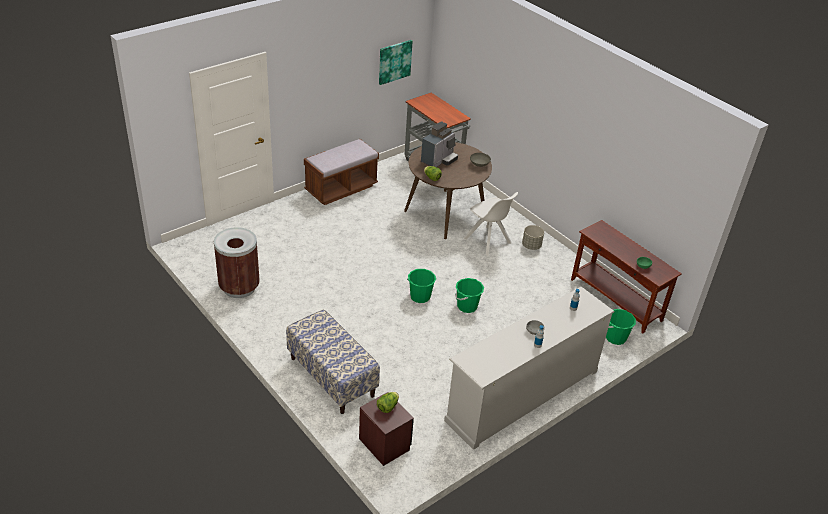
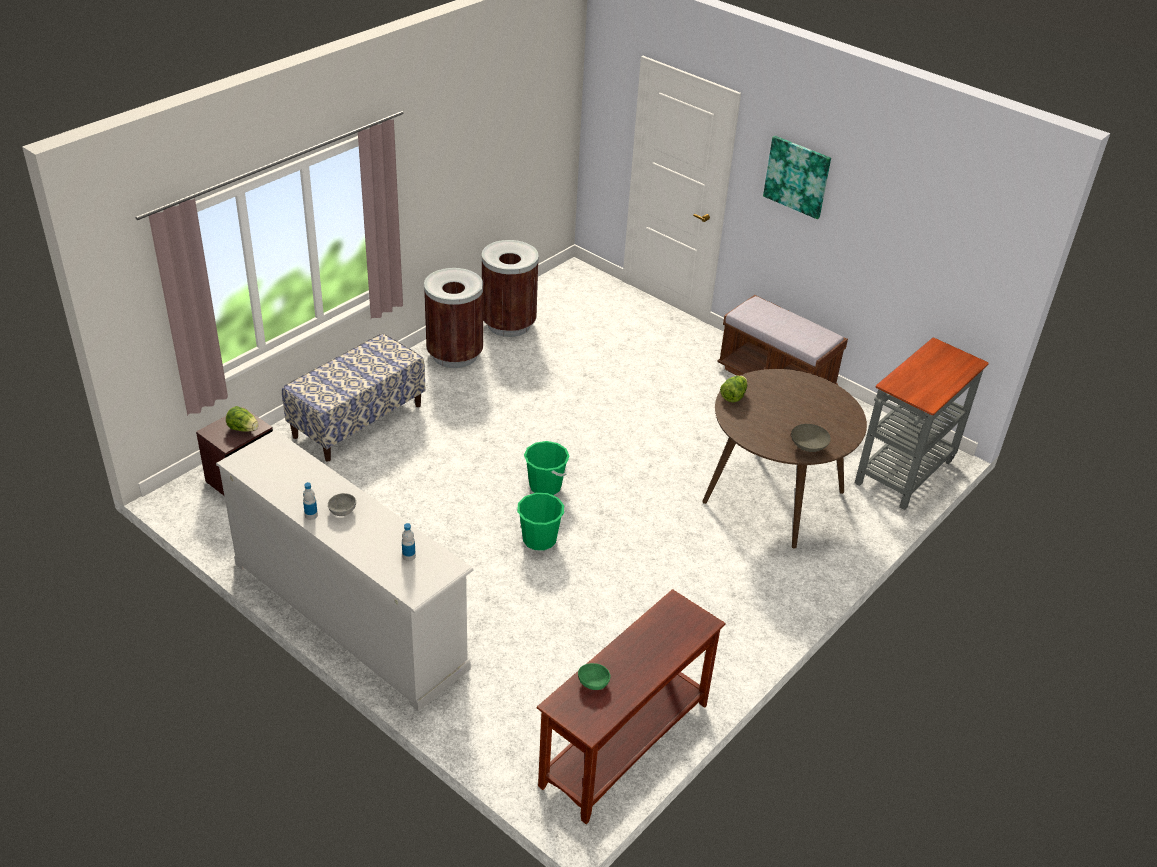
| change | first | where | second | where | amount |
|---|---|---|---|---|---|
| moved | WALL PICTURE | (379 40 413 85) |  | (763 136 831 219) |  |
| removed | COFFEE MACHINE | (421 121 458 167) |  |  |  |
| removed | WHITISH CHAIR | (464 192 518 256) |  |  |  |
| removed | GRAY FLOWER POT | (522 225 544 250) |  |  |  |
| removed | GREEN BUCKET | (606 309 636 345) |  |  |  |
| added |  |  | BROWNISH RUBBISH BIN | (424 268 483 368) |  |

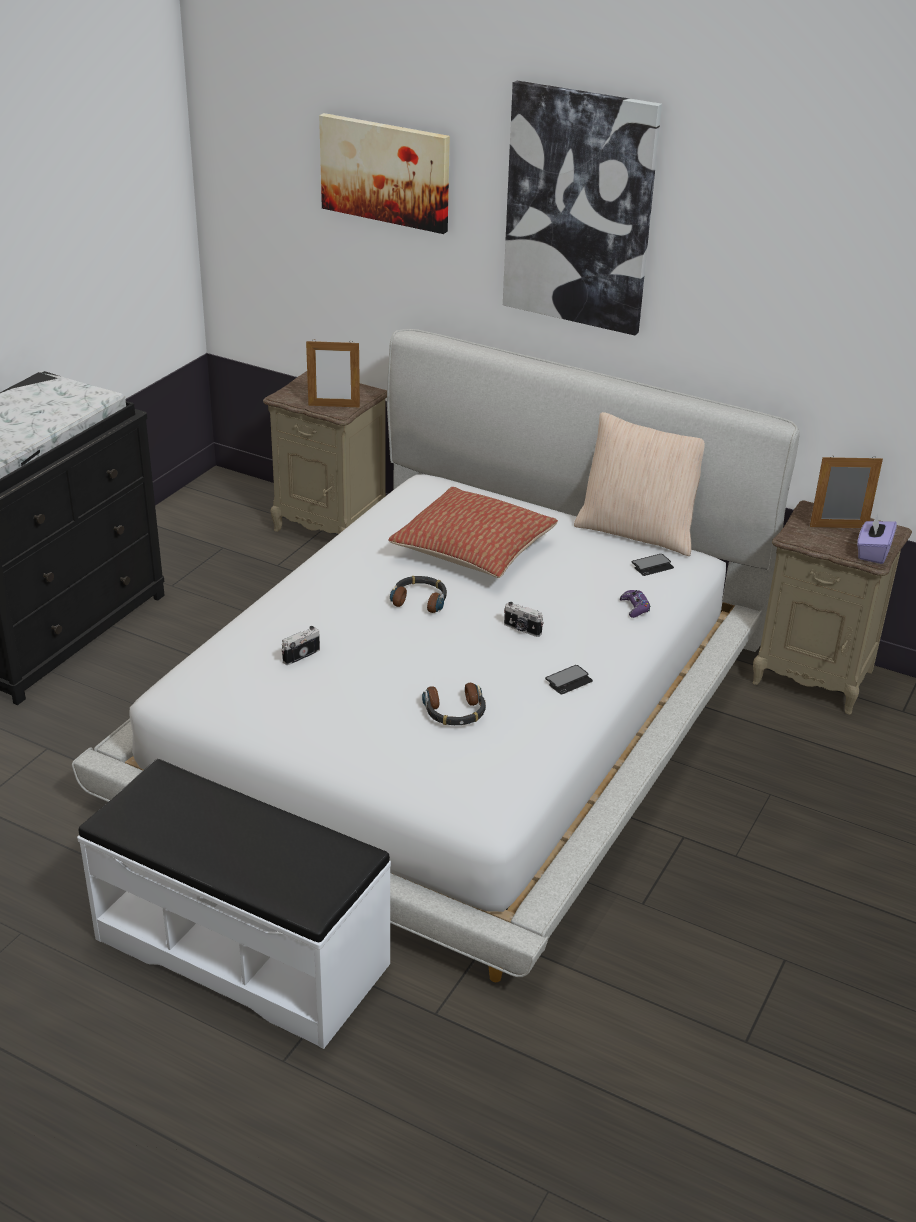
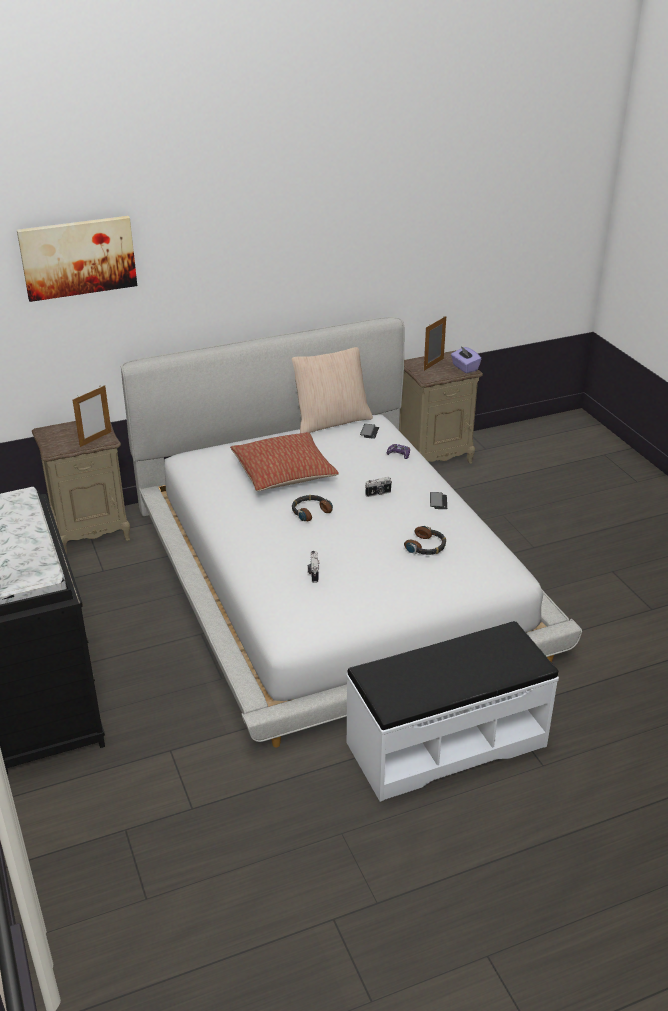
| change | first | where | second | where | amount |
|---|---|---|---|---|---|
| removed | WALL PICTURE | (503 81 662 335) |  |  |  |

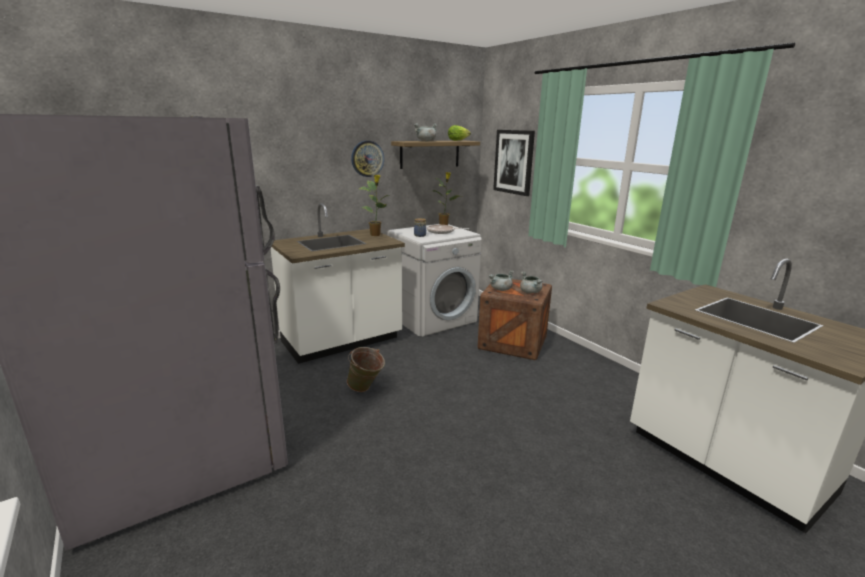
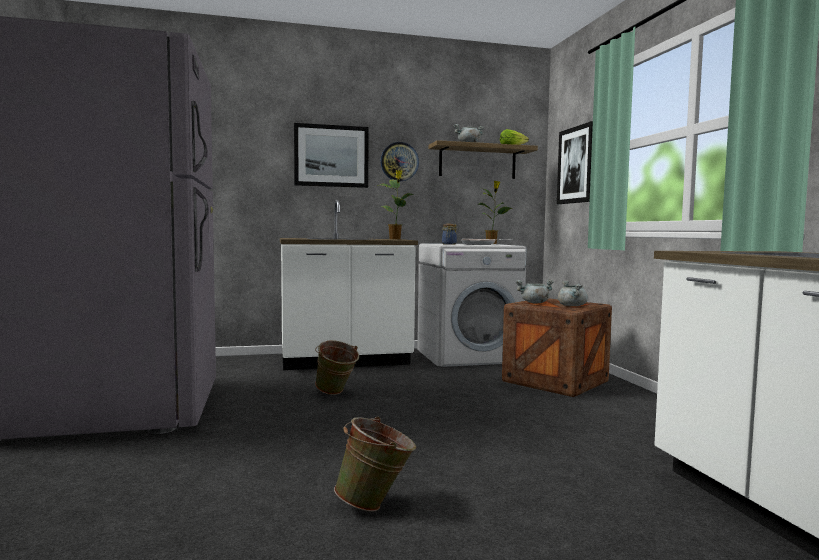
| change | first | where | second | where | amount |
|---|---|---|---|---|---|
| added |  |  | WALL PICTURE | (294 123 369 188) |  |
| added |  |  | GREEN BUCKET | (334 416 416 512) |  |

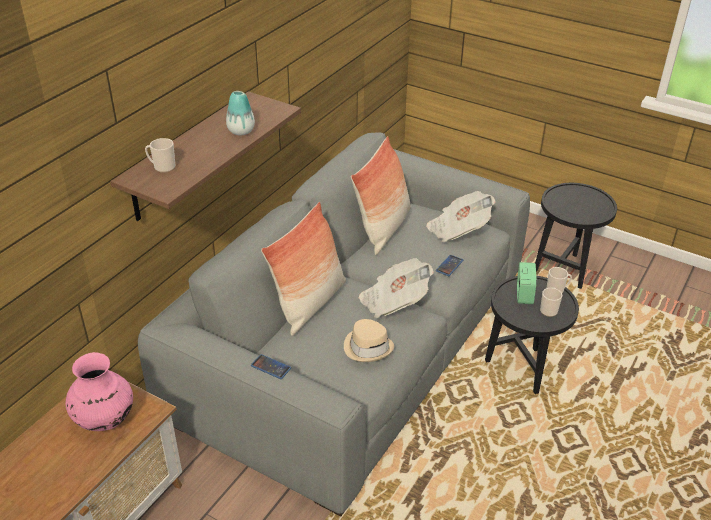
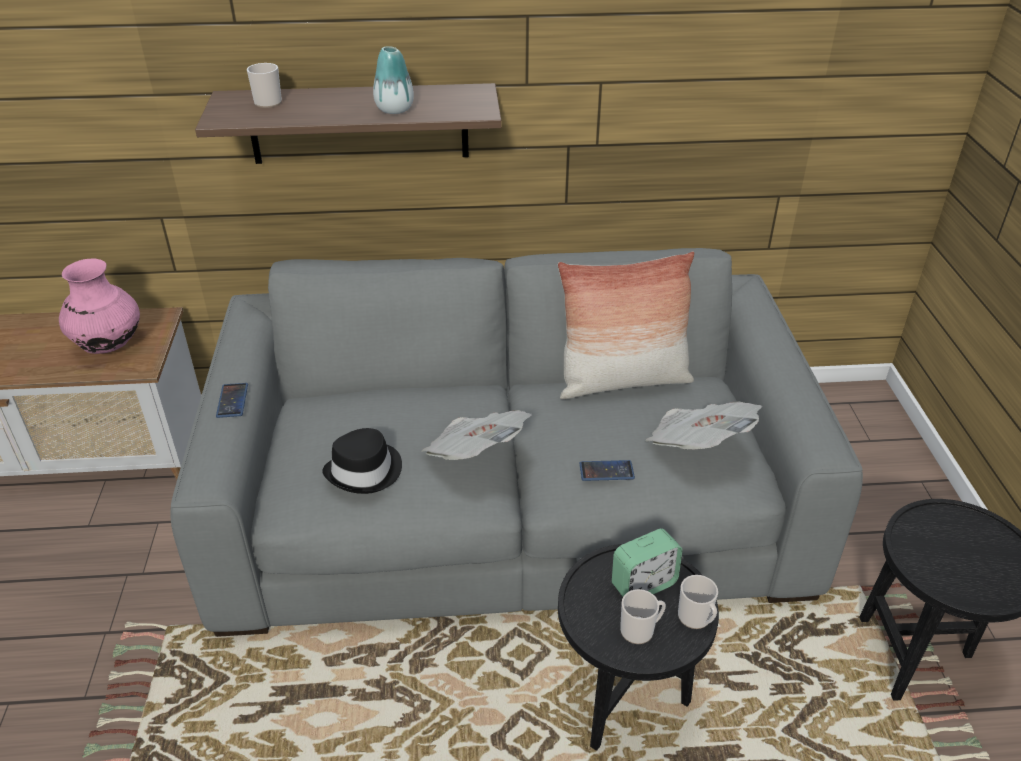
| change | first | where | second | where | amount |
|---|---|---|---|---|---|
| removed | PILLOW | (261 202 346 336) |  |  |  |
| recoloured | BEIGE-COLOURED HAT | (344 319 394 362) | BLACKISH HAT | (322 428 402 494) |  |

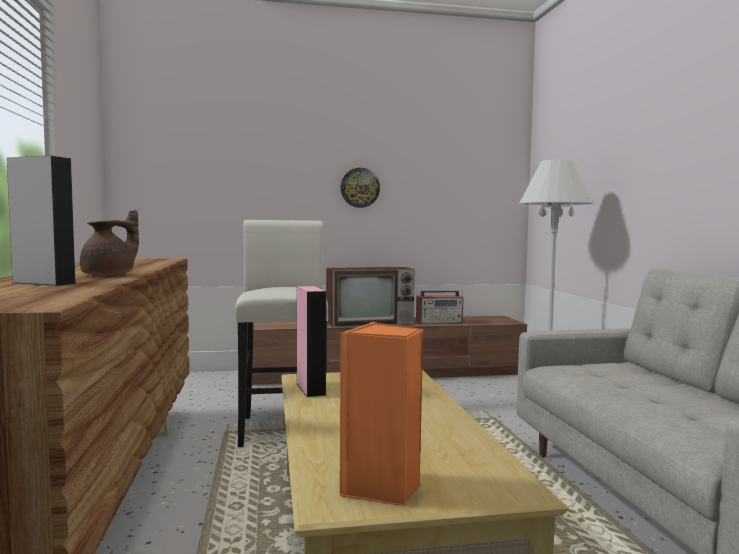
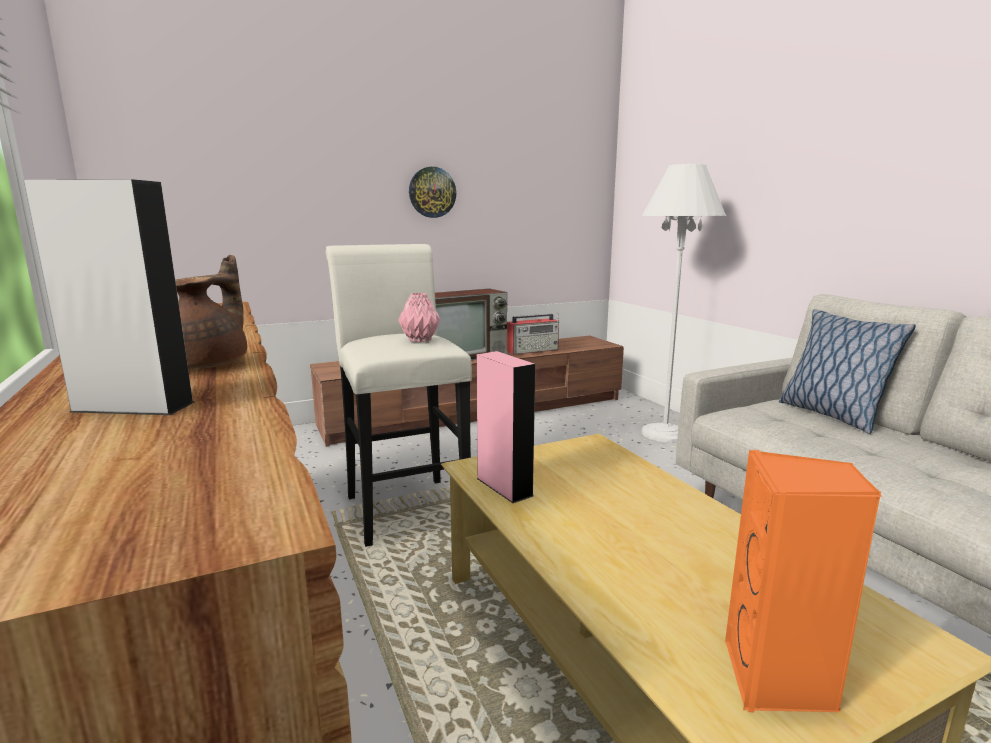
| change | first | where | second | where | amount |
|---|---|---|---|---|---|
| added |  |  | PINKISH VASE | (398 293 440 342) |  |
| added |  |  | PILLOW | (779 309 916 434) |  |

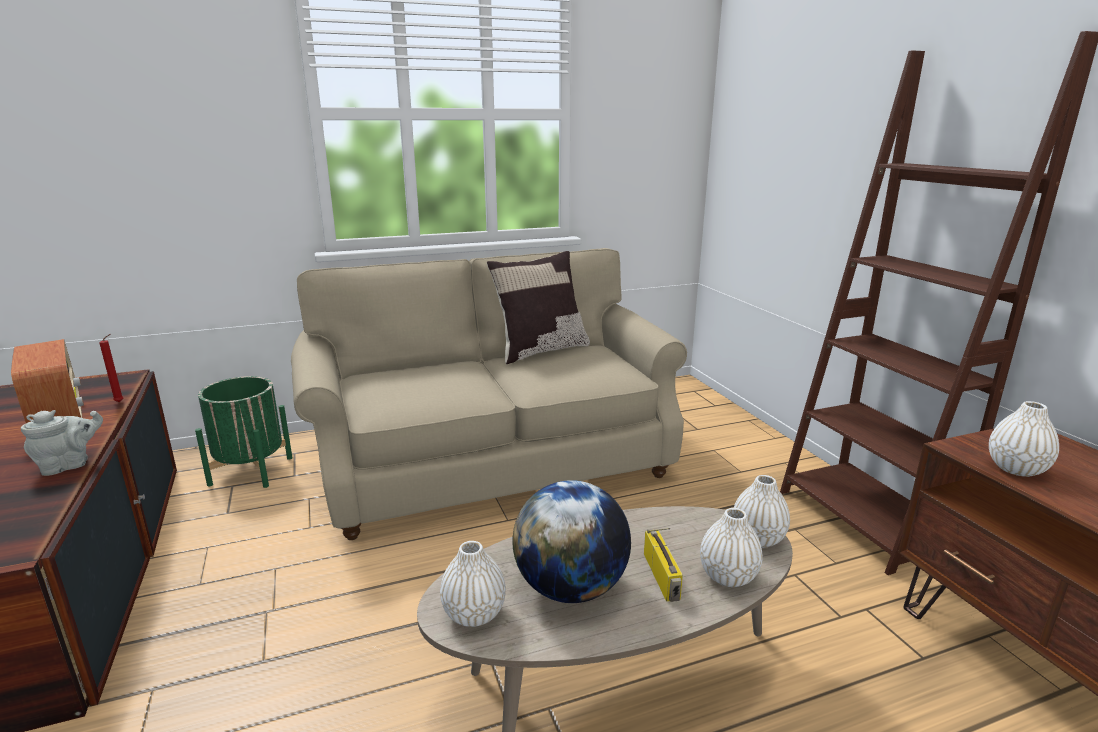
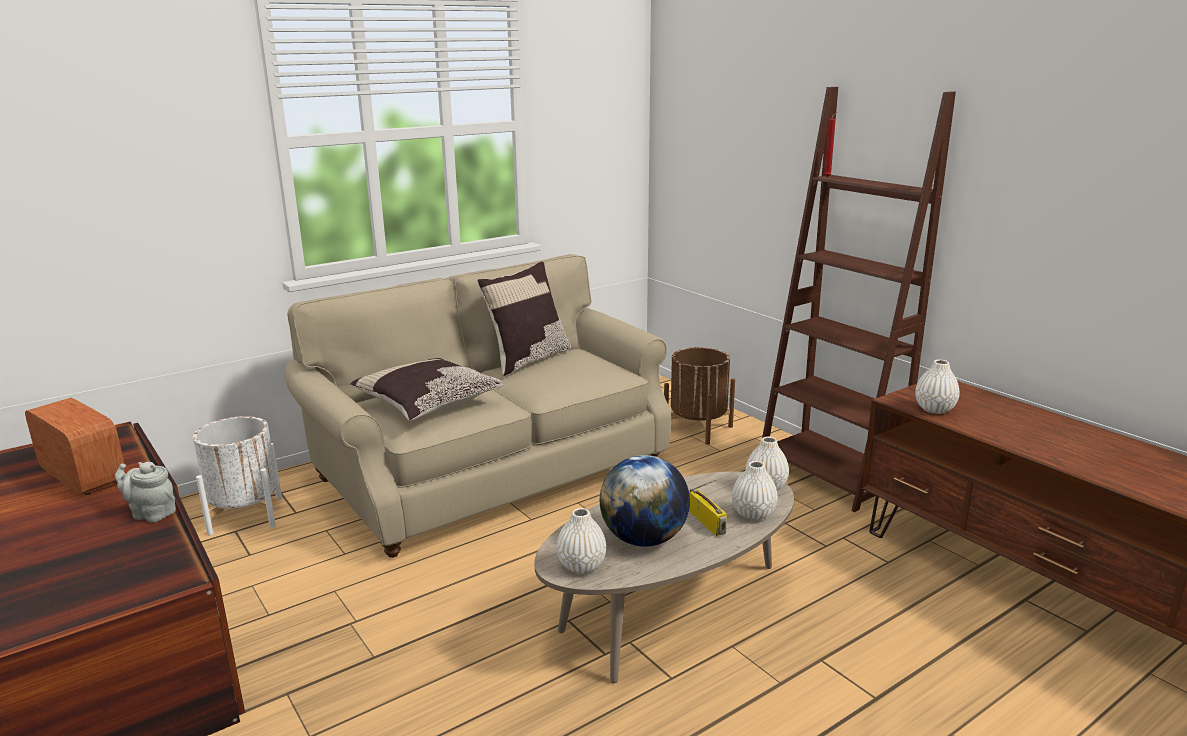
| change | first | where | second | where | amount |
|---|---|---|---|---|---|
| moved | RED-COLOURED WAX LIGHT | (99 334 124 402) |  | (824 112 837 177) |  |
| recoloured | GREEN FLOWER POT | (195 376 292 488) | WHITISH FLOWER POT | (193 416 282 535) |  |
| turned | GRAY TEAPOT | (21 410 103 476) |  | (115 462 176 523) | 105 degrees counterclockwise |
| added |  |  | BROWNISH FLOWER POT | (664 347 735 445) |  |
| added |  |  | PILLOW | (350 358 504 421) |  |

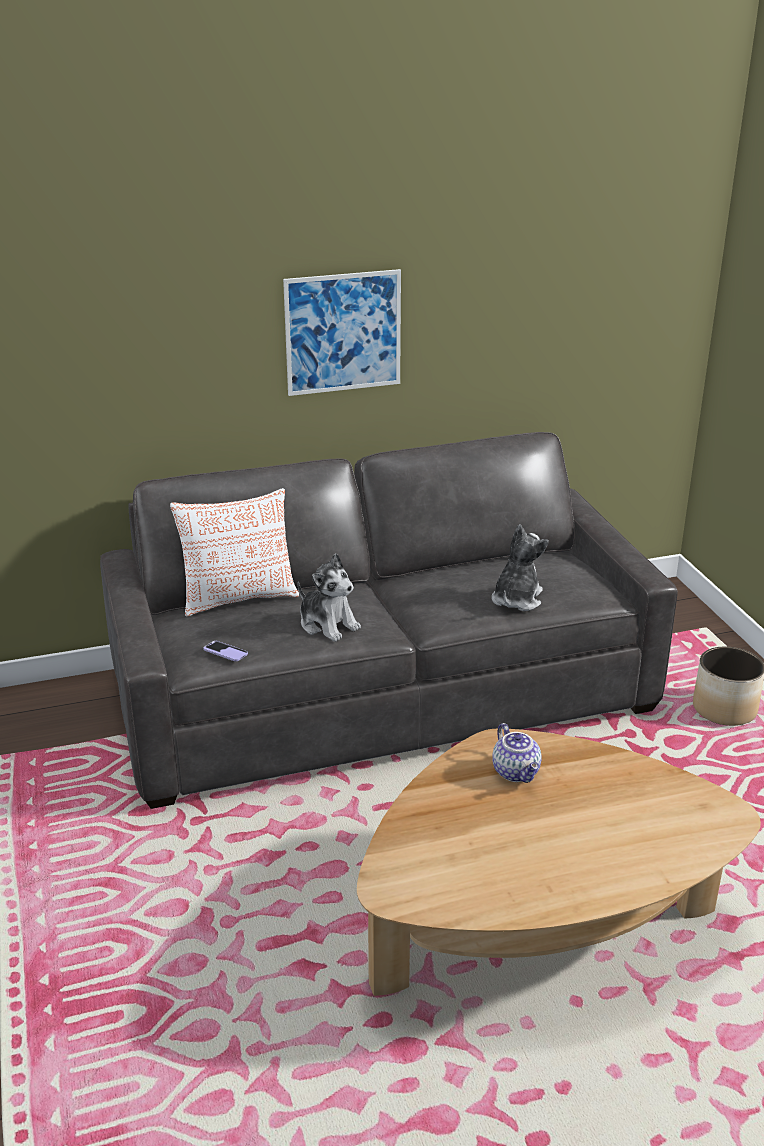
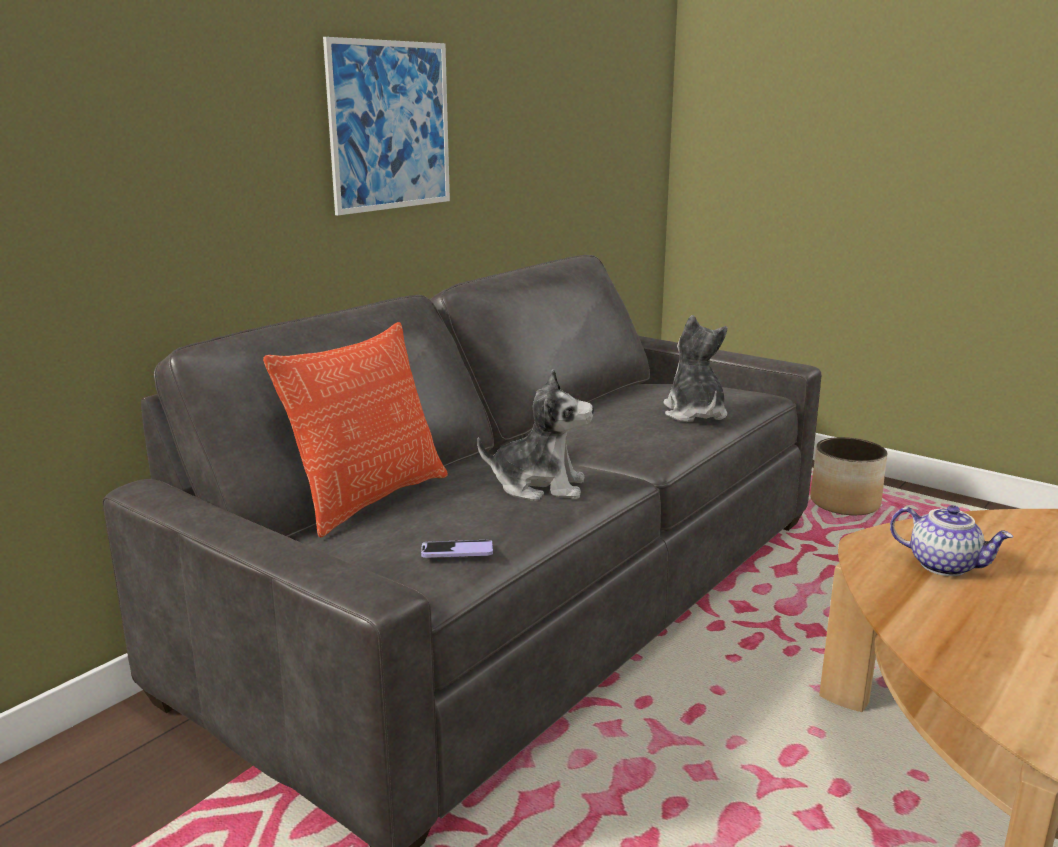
| change | first | where | second | where | amount |
|---|---|---|---|---|---|
| recoloured | WHITISH PILLOW | (170 488 299 617) | ORANGEY PILLOW | (263 322 448 538) |  |

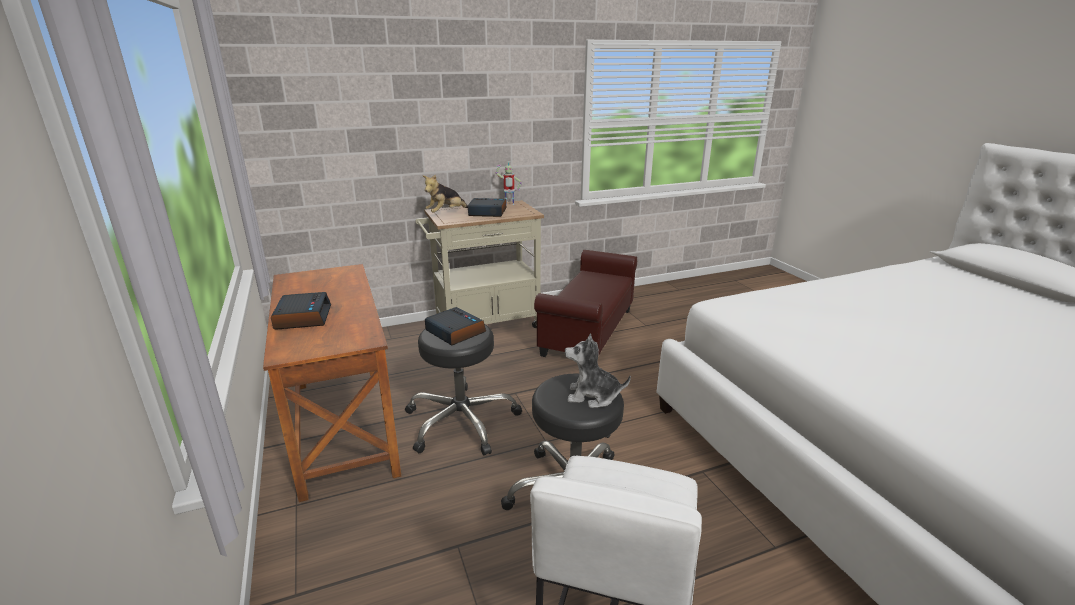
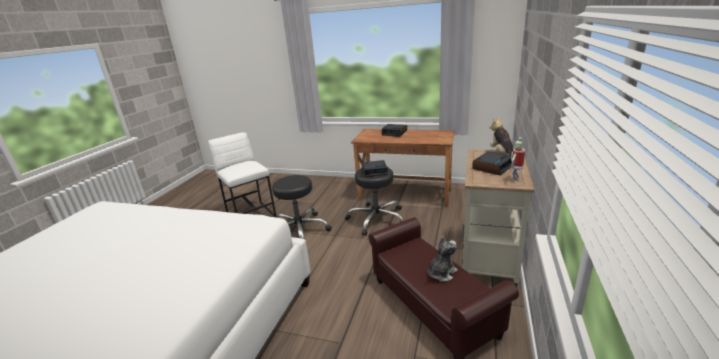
| change | first | where | second | where | amount |
|---|---|---|---|---|---|
| moved | PLUSH TOY | (565 334 631 408) |  | (428 236 458 282) |  |

